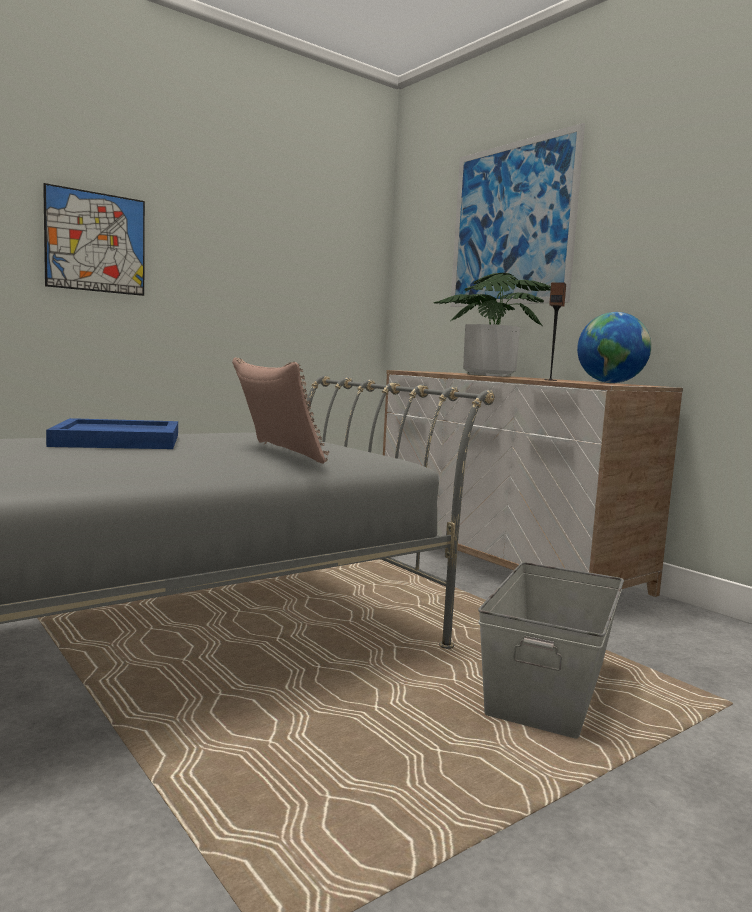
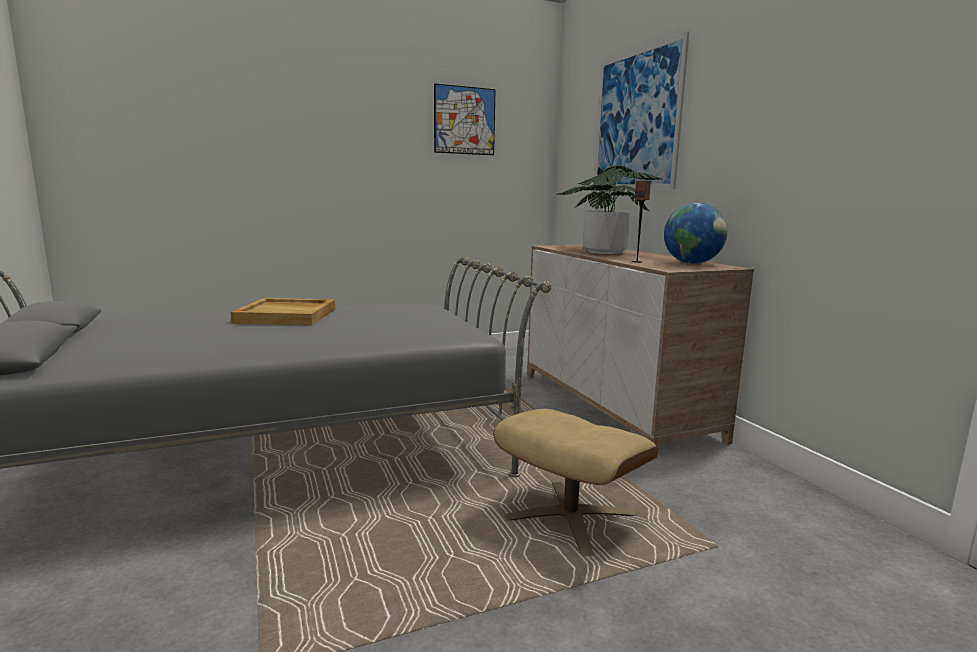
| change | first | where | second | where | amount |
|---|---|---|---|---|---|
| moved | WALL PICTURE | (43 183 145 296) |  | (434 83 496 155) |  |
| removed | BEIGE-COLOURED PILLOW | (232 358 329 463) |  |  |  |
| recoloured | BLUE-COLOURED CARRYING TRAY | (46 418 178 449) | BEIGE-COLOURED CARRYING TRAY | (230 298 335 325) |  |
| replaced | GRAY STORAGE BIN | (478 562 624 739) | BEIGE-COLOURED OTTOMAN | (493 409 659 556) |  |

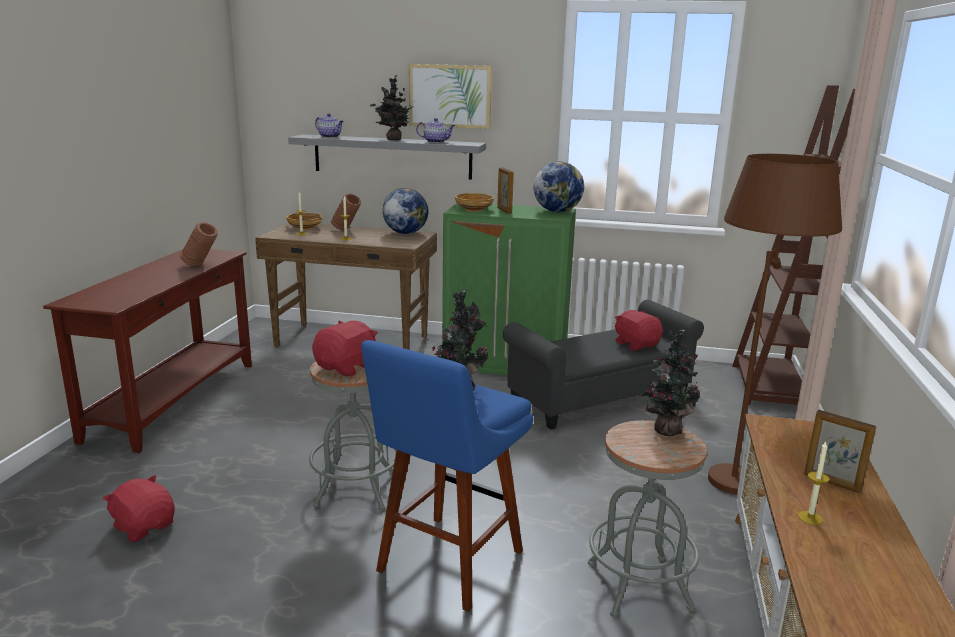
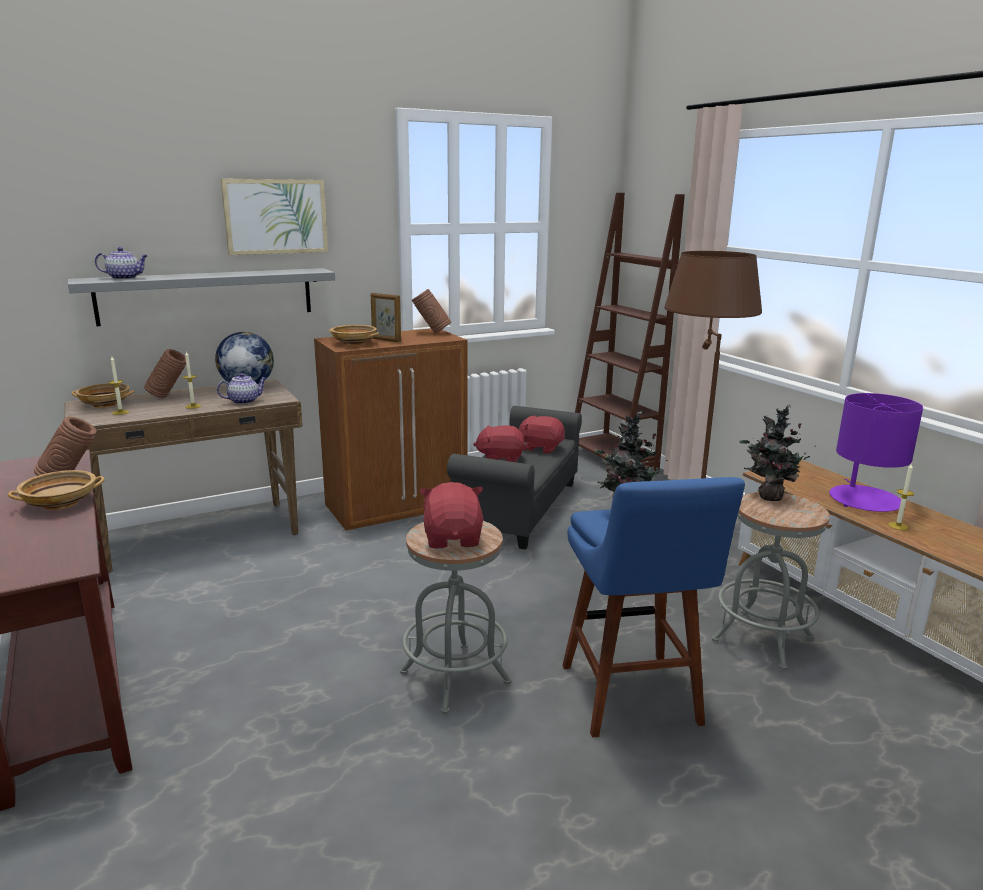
| change | first | where | second | where | amount |
|---|---|---|---|---|---|
| removed | HOUSEPLANT | (370 75 413 140) |  |  |  |
| moved | TEAPOT | (416 118 455 143) |  | (217 373 267 404) |  |
| replaced | GLOBE | (534 161 584 212) | BROWNISH VASE | (412 289 451 333) |  |
| recoloured | GREEN CABINET | (442 203 576 376) | BROWNISH CABINET | (314 329 467 530) |  |
| replaced | PICTURE FRAME | (804 410 876 493) | PURPLE LAMP FOR A TABLE | (829 393 923 512) |  |
| moved | RED-COLOURED PLUSH TOY | (103 475 175 542) |  | (473 425 526 462) |  |
| added |  |  | BEIGE-COLOURED SERVING BOWL | (8 470 105 510) |  |

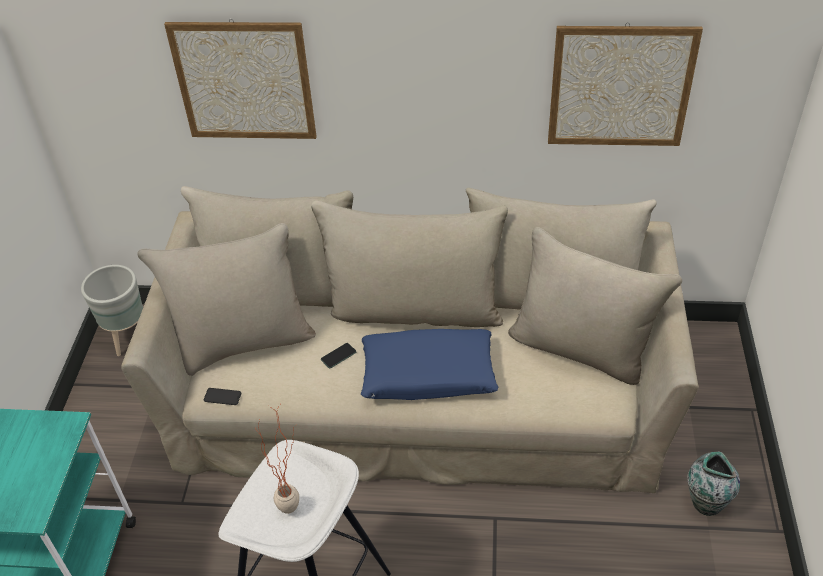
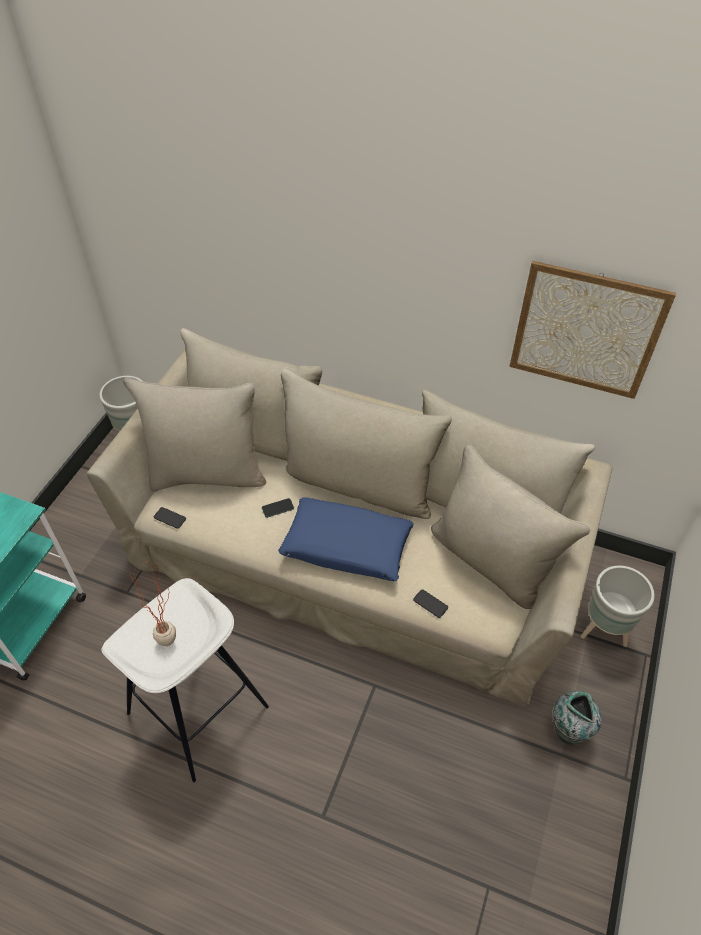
| change | first | where | second | where | amount |
|---|---|---|---|---|---|
| removed | WALL PICTURE | (164 20 317 139) |  |  |  |
| added |  |  | GRAY FLOWER POT | (581 566 655 647) |  |
| added |  |  | TELEPHONE | (413 589 448 618) |  |

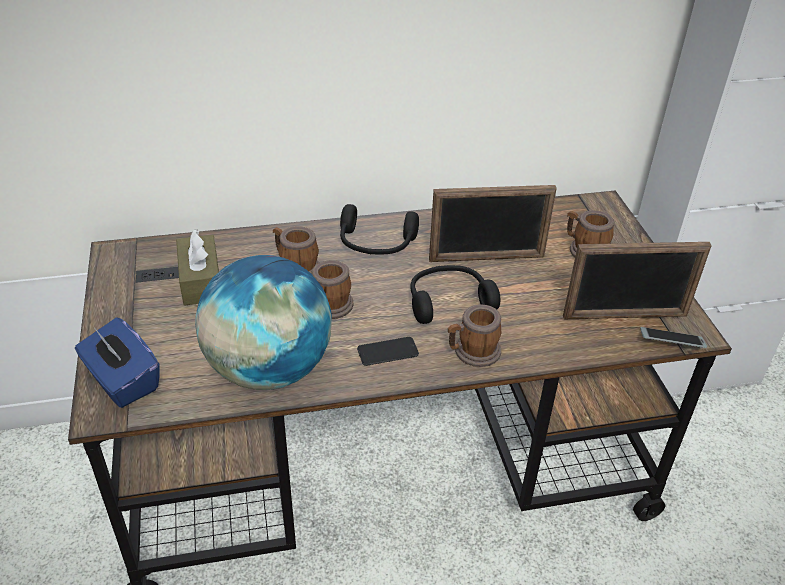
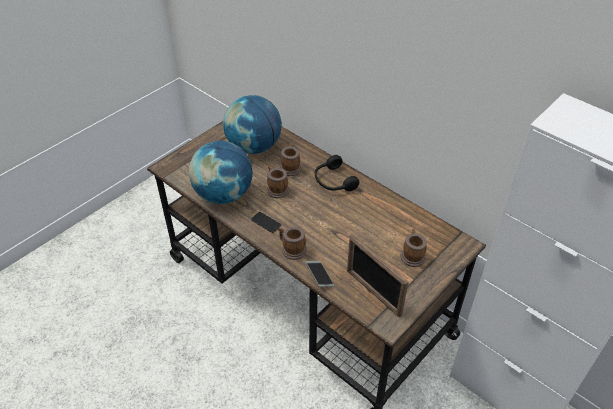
| change | first | where | second | where | amount |
|---|---|---|---|---|---|
| removed | PICTURE FRAME | (429 185 557 262) |  |  |  |
| replaced | BROWNISH BOX OF TISSUES | (176 229 219 306) | GLOBE | (223 95 282 154) |  |
| removed | BLACKISH HEADPHONES | (410 265 500 324) |  |  |  |
| removed | BLUE-COLOURED BOX OF TISSUES | (75 318 159 408) |  |  |  |
| moved | TELEPHONE | (640 327 707 348) |  | (305 261 334 287) |  |

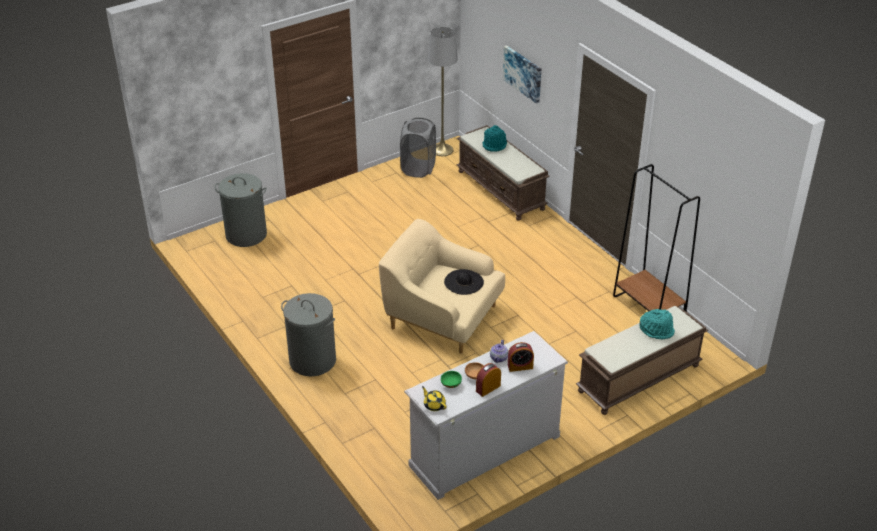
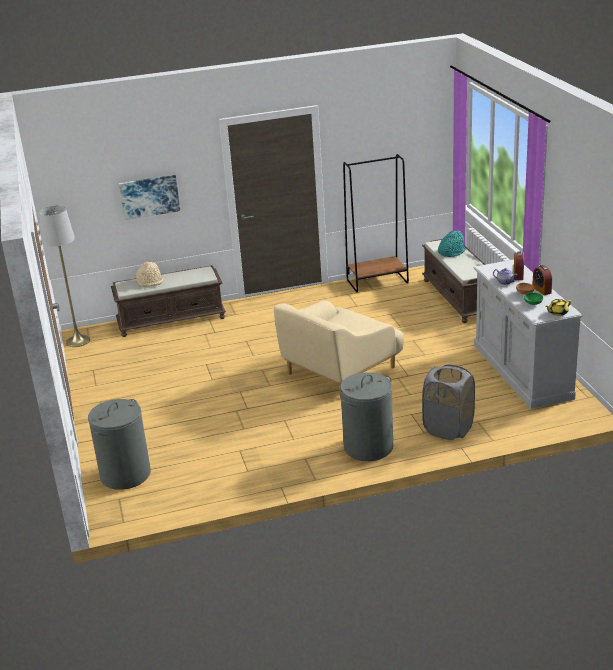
| change | first | where | second | where | amount |
|---|---|---|---|---|---|
| moved | GRAY WASHING BASKET | (400 118 436 178) |  | (422 364 475 440) |  |
| recoloured | BLUE-GREEN HAT | (483 125 507 152) | BEIGE-COLOURED HAT | (136 262 163 287) |  |
| removed | BLACKISH HAT | (444 269 484 295) |  |  |  |

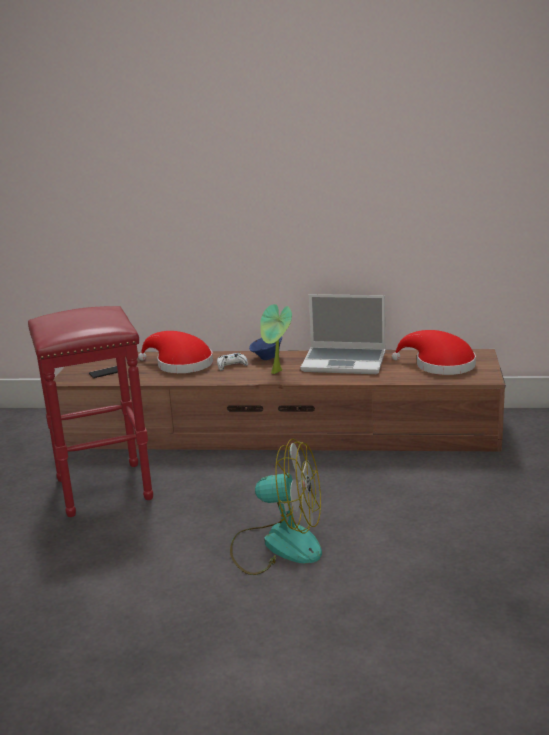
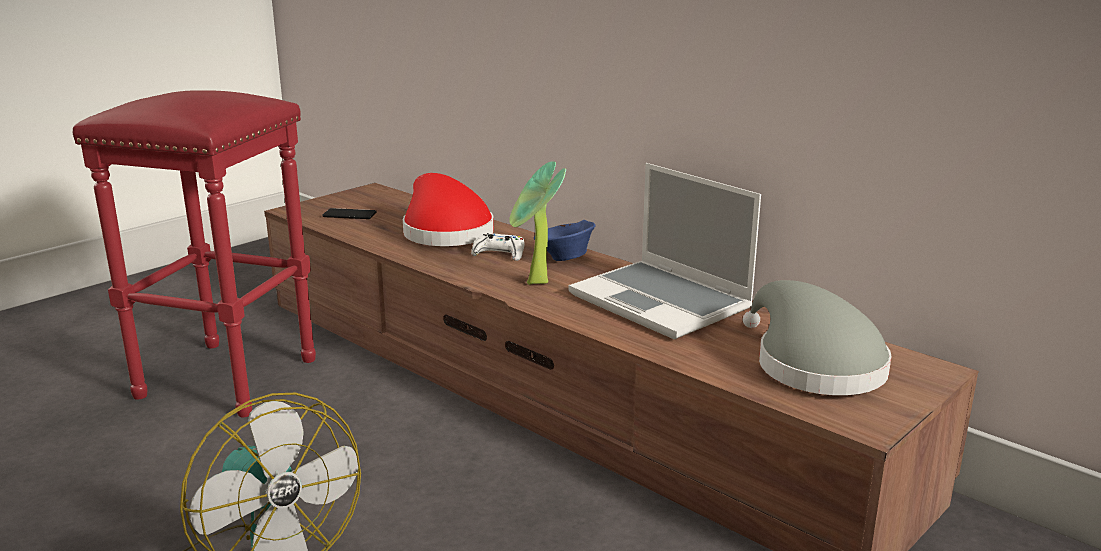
| change | first | where | second | where | amount |
|---|---|---|---|---|---|
| recoloured | RED-COLOURED HAT | (392 330 476 375) | GRAY HAT | (743 280 892 395) |  |

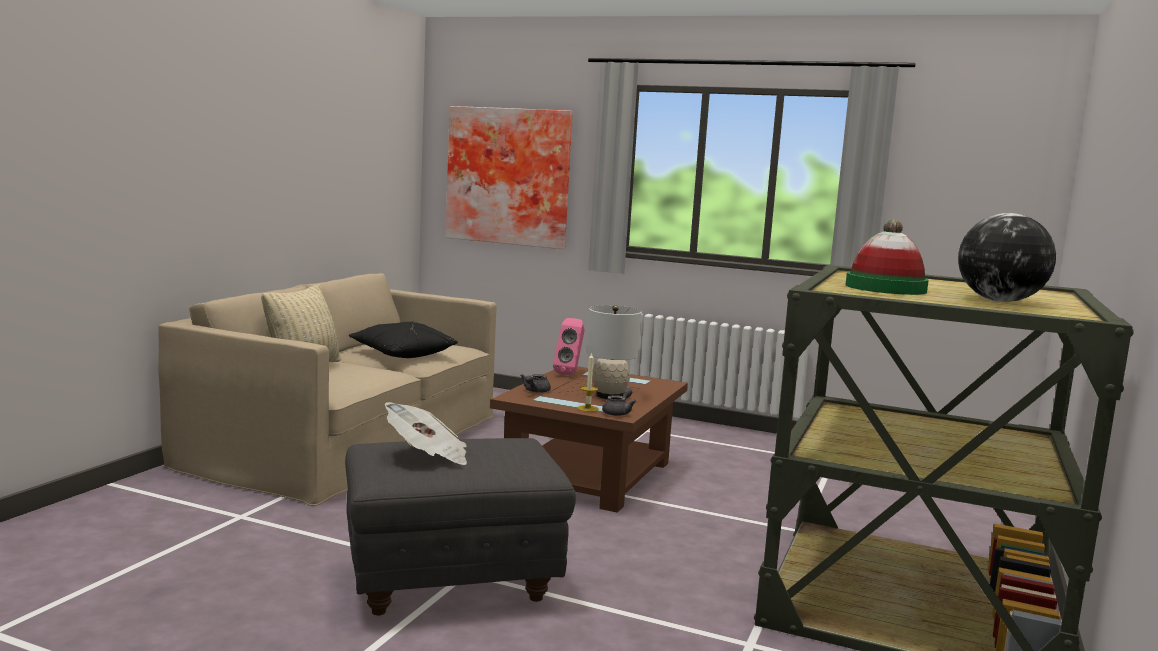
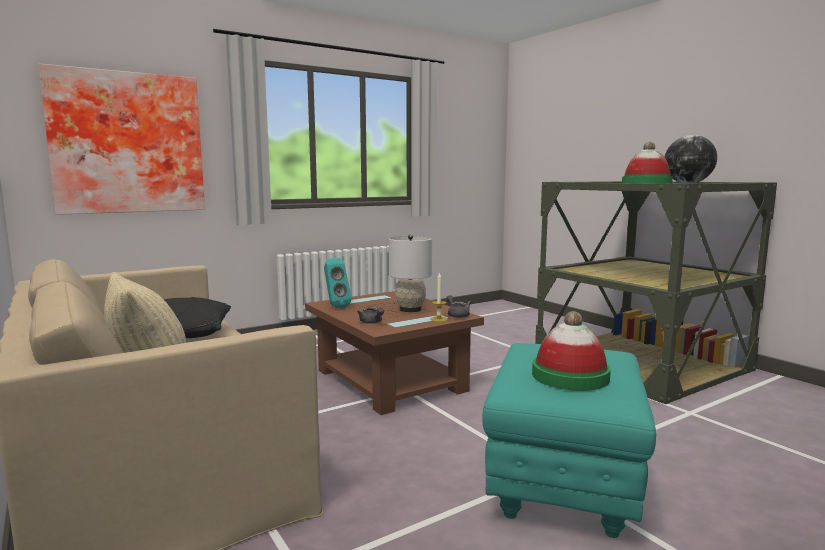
| change | first | where | second | where | amount |
|---|---|---|---|---|---|
| recoloured | PINKISH LOUDSPEAKER | (553 318 585 375) | BLUE-GREEN LOUDSPEAKER | (324 258 351 308) |  |
| replaced | NEWSPAPER | (385 402 467 465) | HAT | (532 311 611 391) |  |
| recoloured | GRAY OTTOMAN | (345 438 576 615) | BLUE-GREEN OTTOMAN | (482 343 656 538) |  |

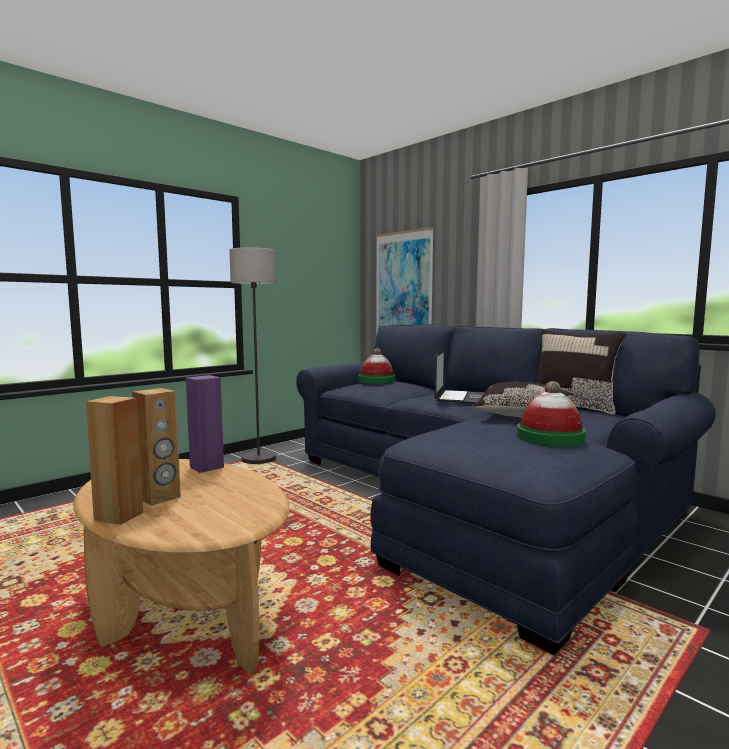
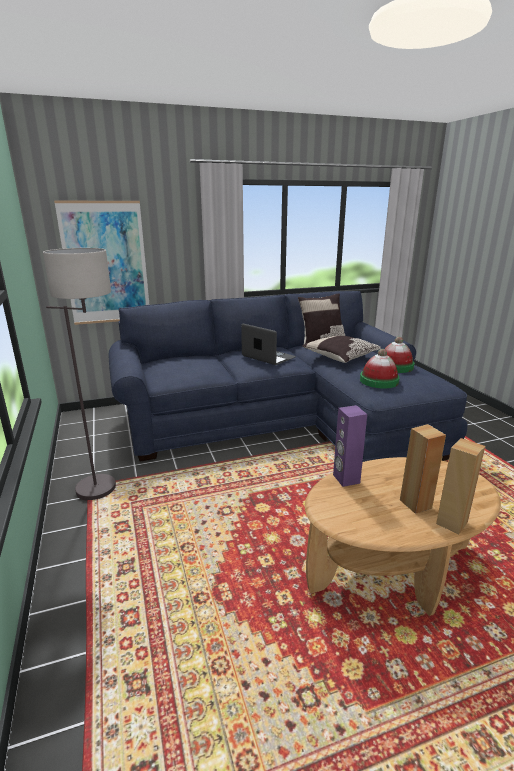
| change | first | where | second | where | amount |
|---|---|---|---|---|---|
| moved | HAT | (359 348 395 384) |  | (360 349 400 389) |  |

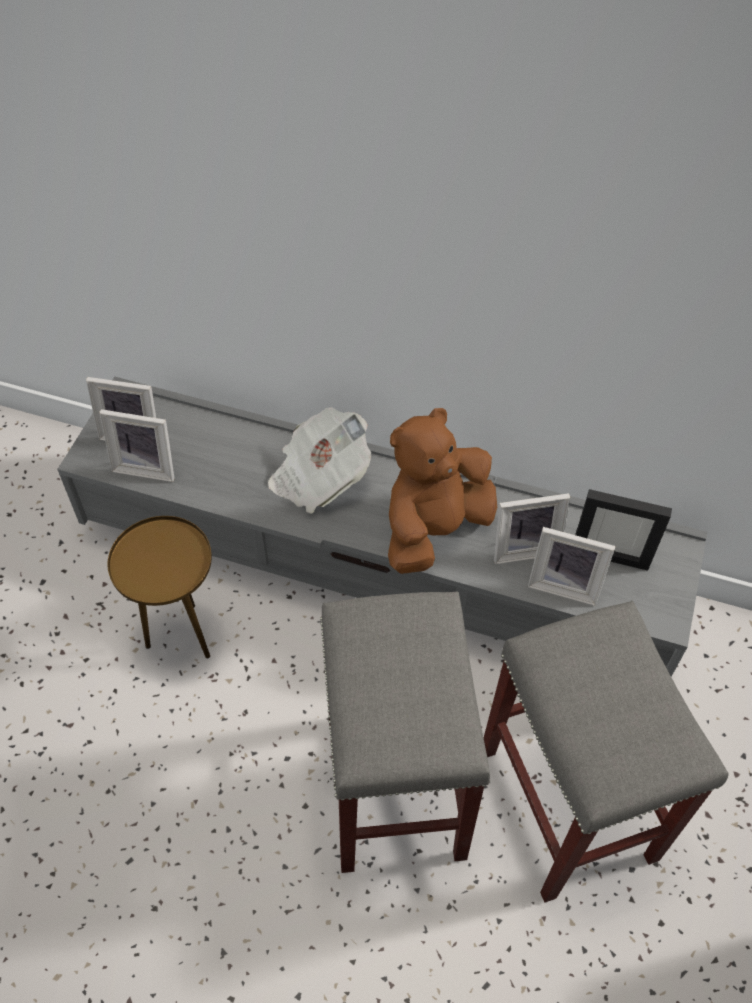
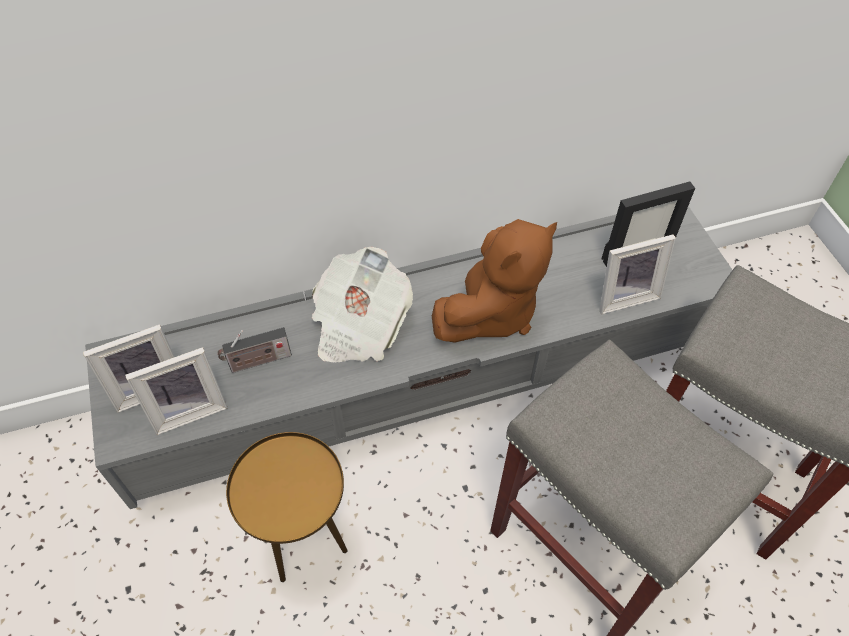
| change | first | where | second | where | amount |
|---|---|---|---|---|---|
| turned | BROWNISH PLUSH TOY | (388 408 497 574) |  | (432 219 557 342) | 150 degrees counterclockwise |
| removed | PICTURE FRAME | (494 493 570 564) |  |  |  |
| added |  |  | RADIO RECEIVER | (217 327 292 373) |  |

